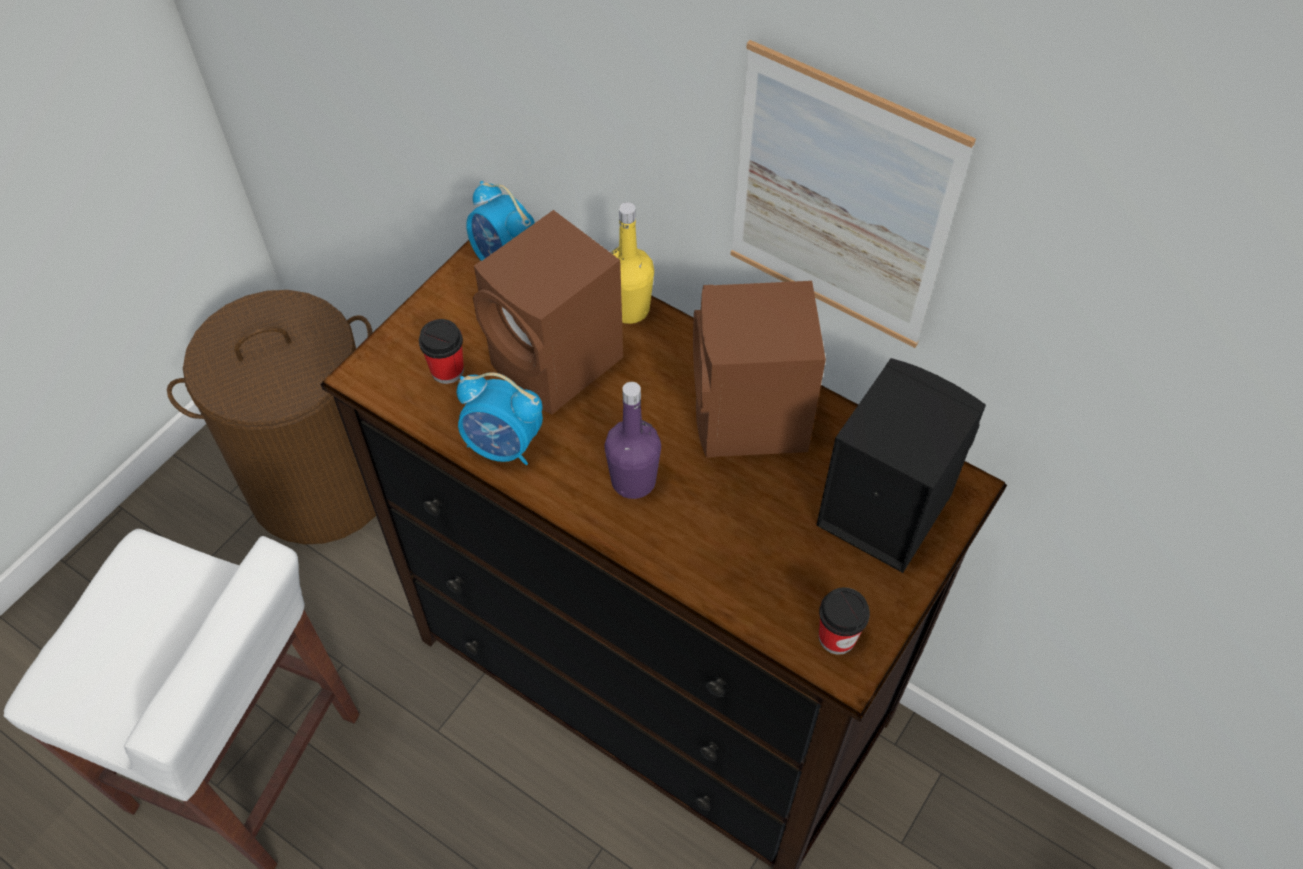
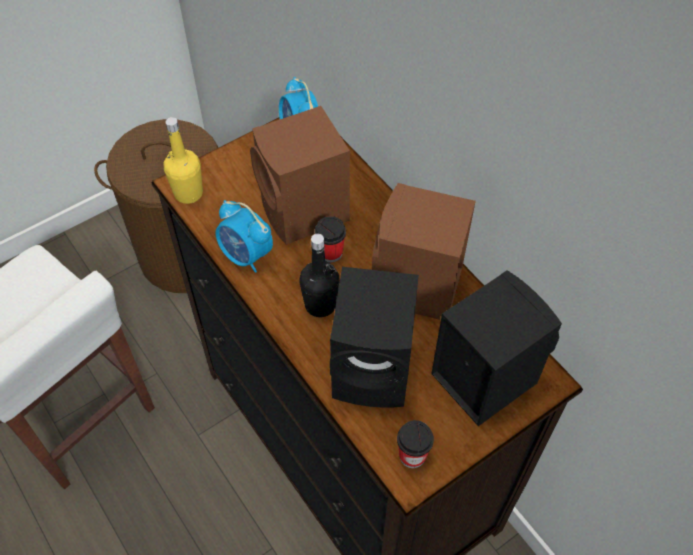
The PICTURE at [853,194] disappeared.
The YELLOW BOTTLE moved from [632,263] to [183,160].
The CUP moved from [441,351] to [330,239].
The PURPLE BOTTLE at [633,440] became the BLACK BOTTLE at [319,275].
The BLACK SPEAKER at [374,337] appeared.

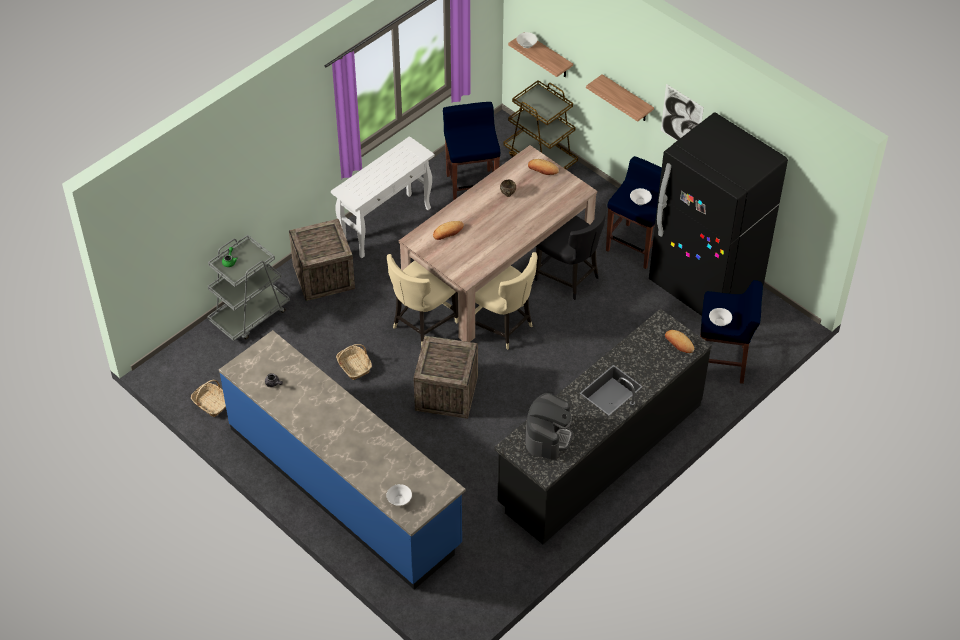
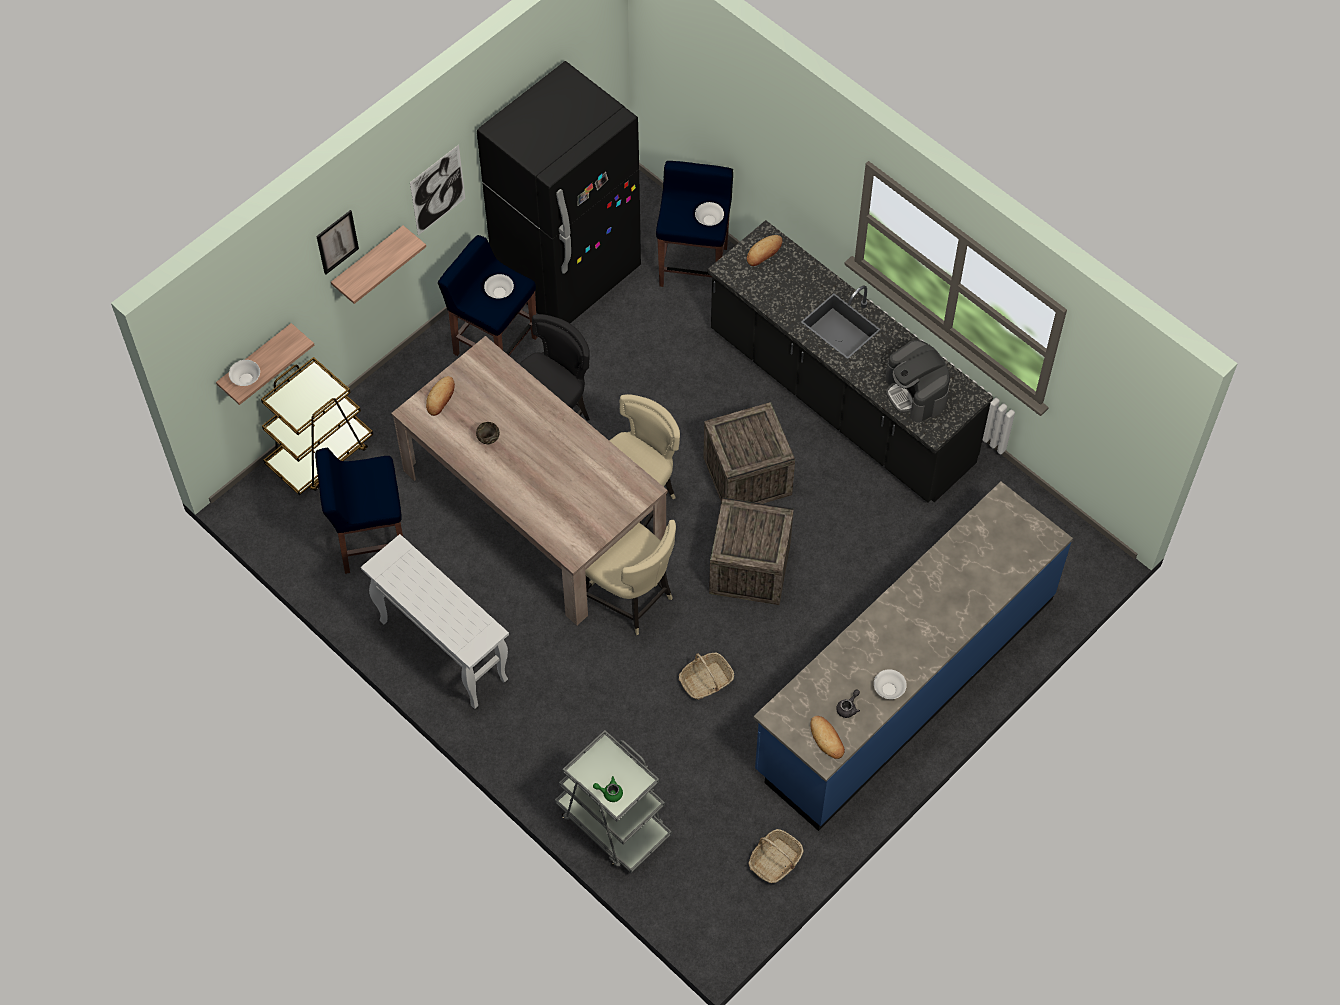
The CRATE moved from [322,260] to [749,453].
The BREAD moved from [448,230] to [827,737].
The COFFEE MACHINE at [549,426] turned 135 degrees counterclockwise.
The WHITE BOWL moved from [399,495] to [890,684].
The PICTURE at [337,242] appeared.

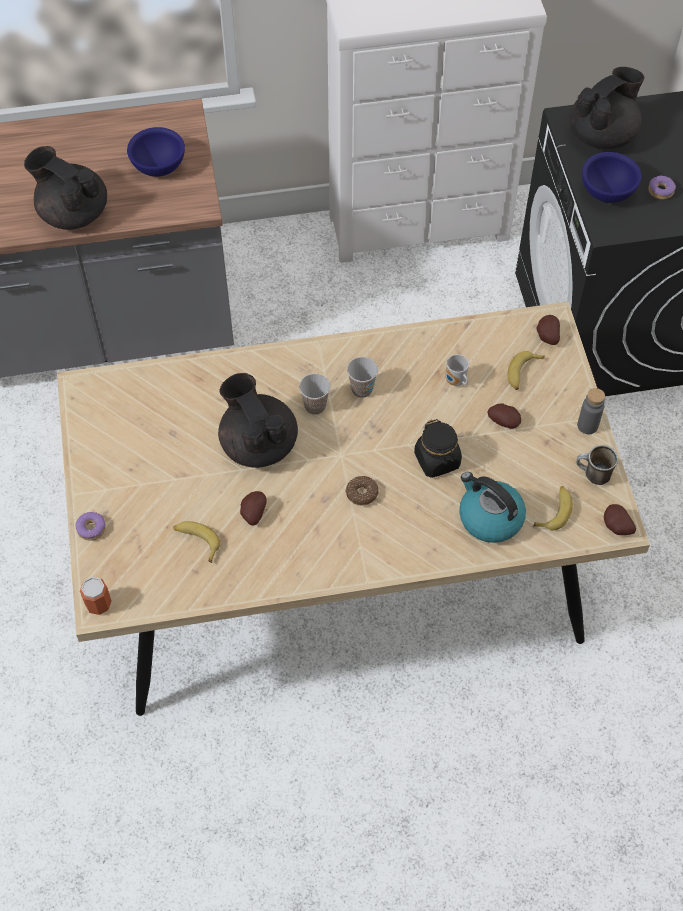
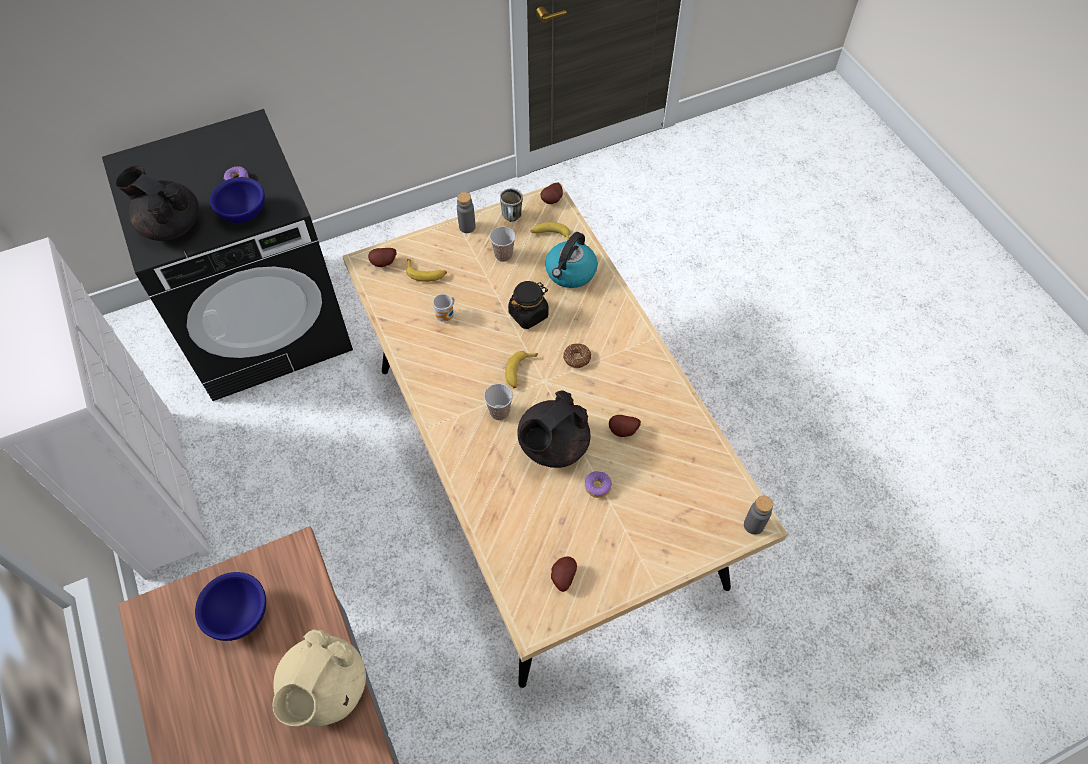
The BLACK TEAPOT at [65,188] became the BEIGE TEAPOT at [319,678].
The CUP moved from [362,377] to [502,244].
The POTATO moved from [504,416] to [564,574].
The DONUT moved from [90,526] to [598,484].
The BANANA moved from [196,542] to [521,369].
The CAN at [96,596] was replaced by the GREY BOTTLE at [758,515].

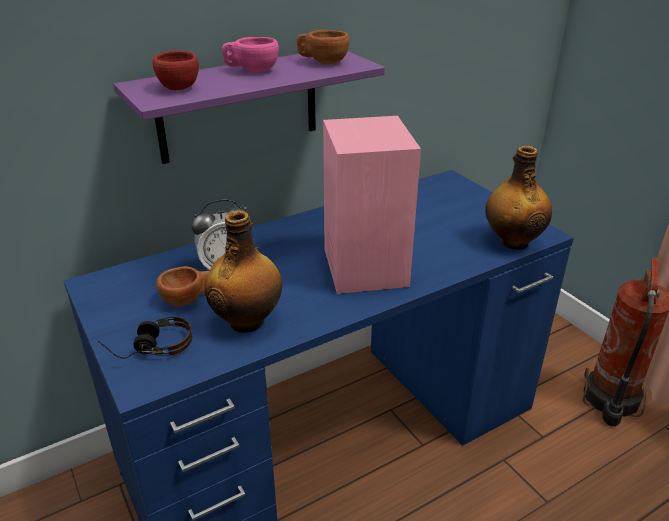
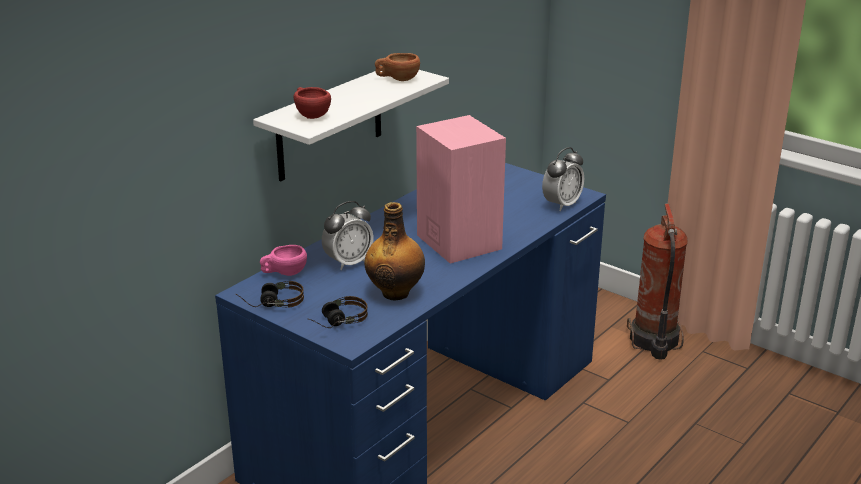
The PINK CUP moved from [250,55] to [283,260].
The PURPLE SHELF at [249,107] became the WHITE SHELF at [351,125].
The BOTTLE at [518,198] was replaced by the ALARM CLOCK at [563,179].
The BROWN CUP at [182,286] disappeared.
The HEADPHONES at [269,294] appeared.

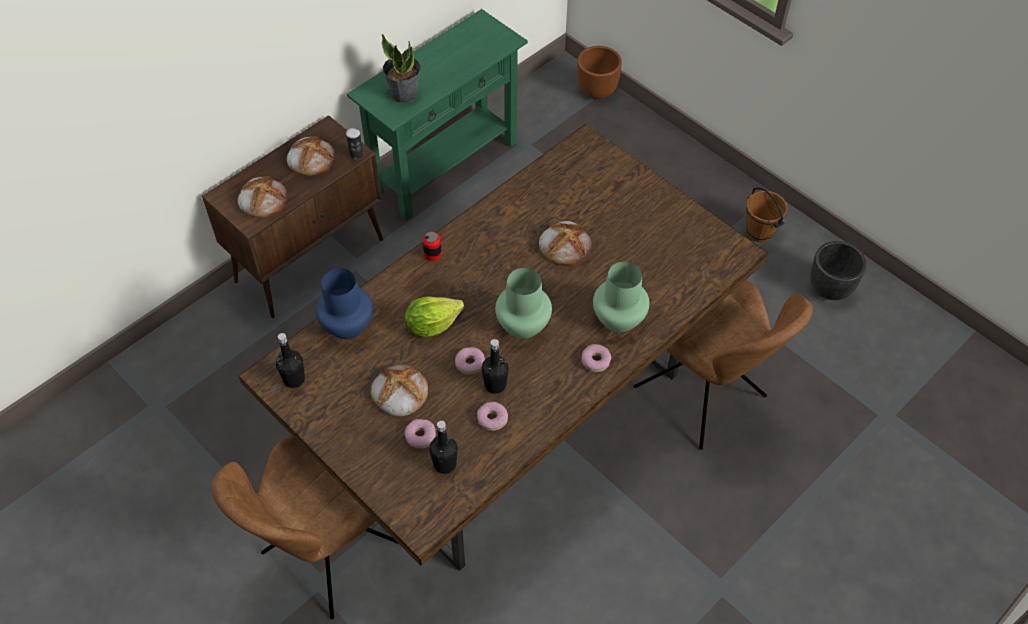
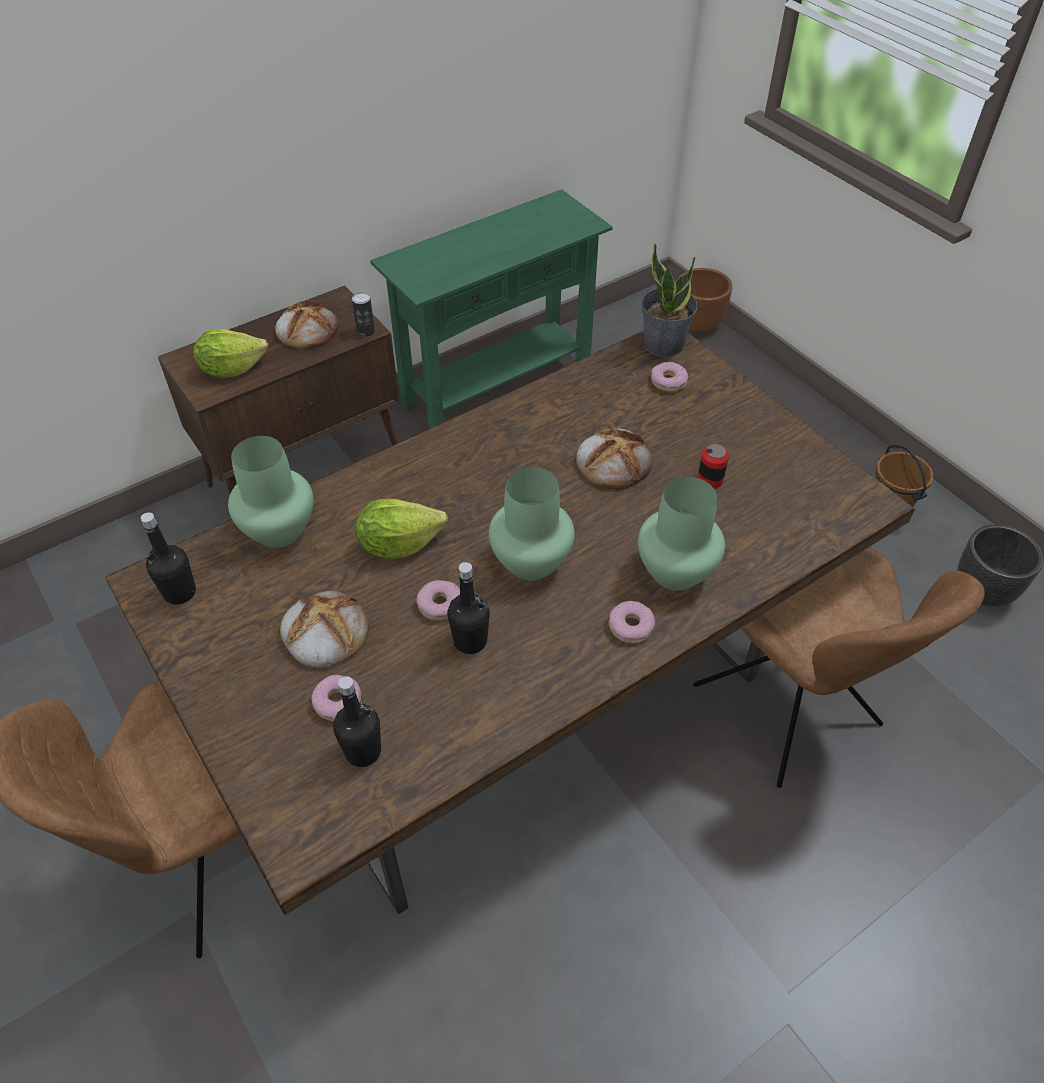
The POTTED PLANT moved from [401,68] to [669,300].
The BREAD at [262,197] was replaced by the LETTUCE at [230,353].
The CAN moved from [432,246] to [713,466].
The BLUE VASE at [344,303] became the GREEN VASE at [270,492].
The DONUT moved from [492,416] to [669,377].

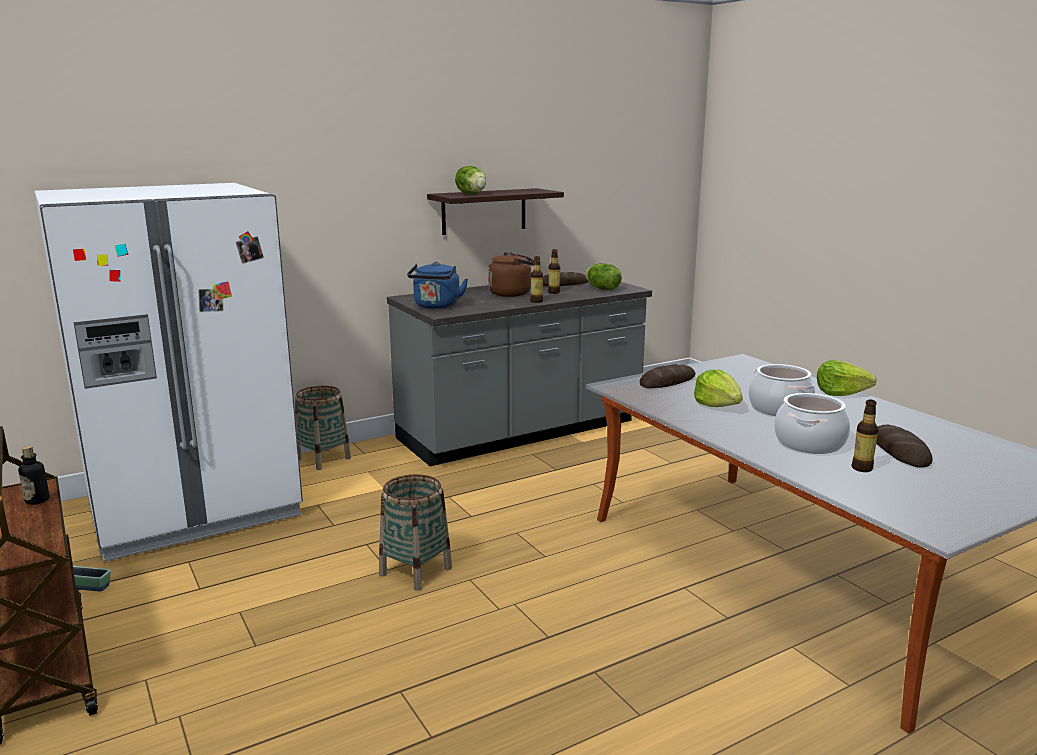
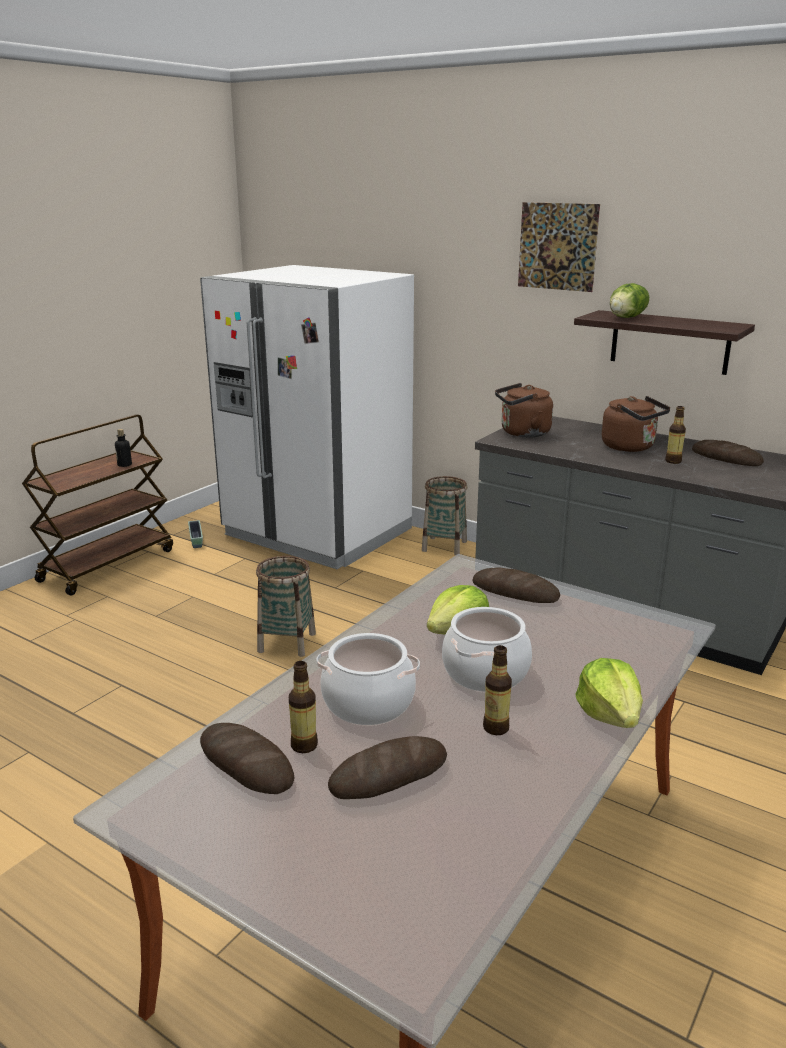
The BOTTLE moved from [536,279] to [497,690].
The BLUE KETTLE at [437,285] became the BROWN KETTLE at [524,410].
The LETTUCE at [603,276] disappeared.
The PICTURE at [559,247] appeared.
The BREAD at [247,758] appeared.

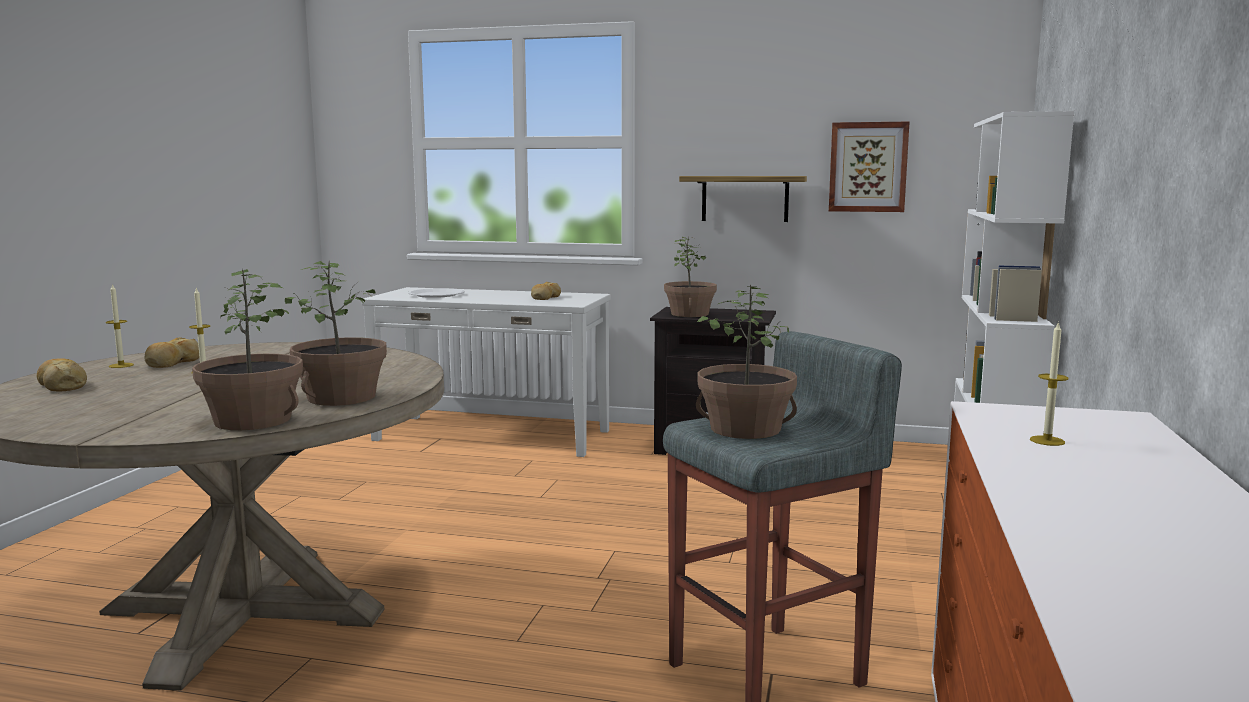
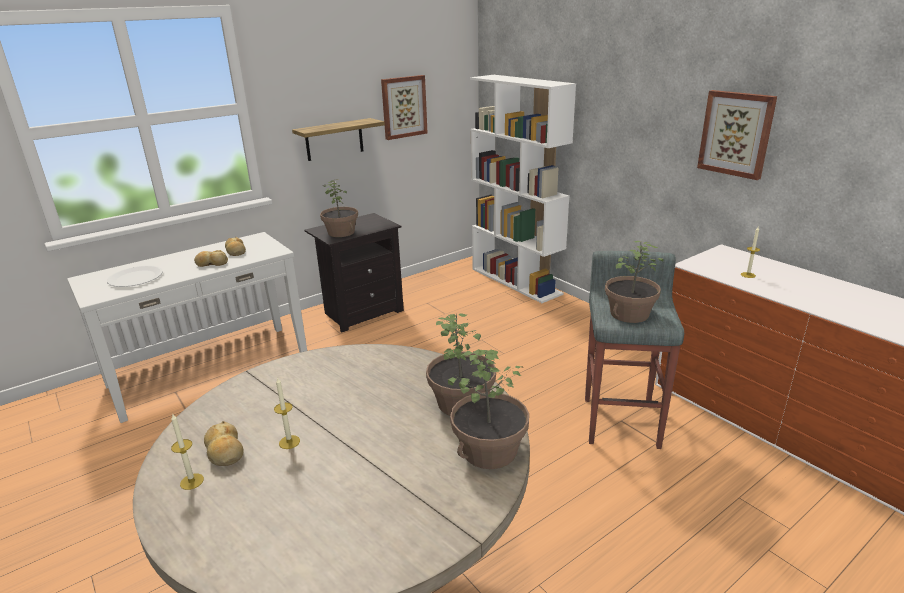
The BREAD moved from [62,375] to [211,258].
The PICTURE at [737,135] appeared.

